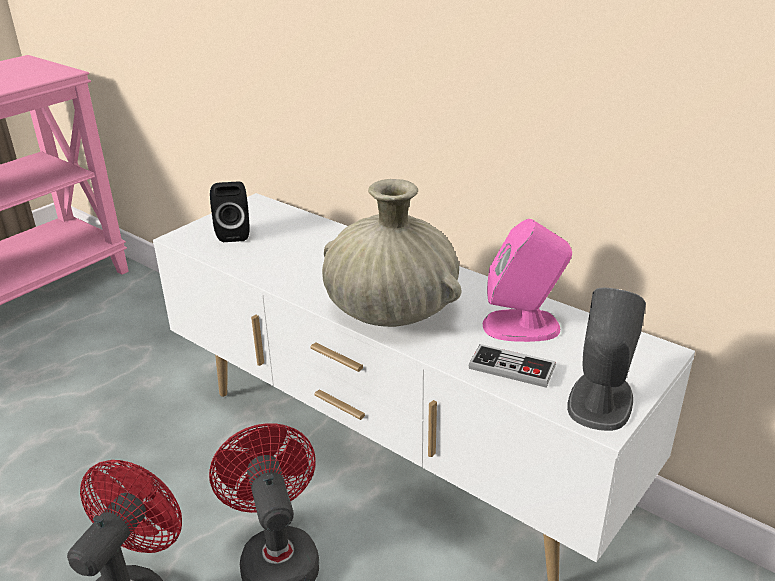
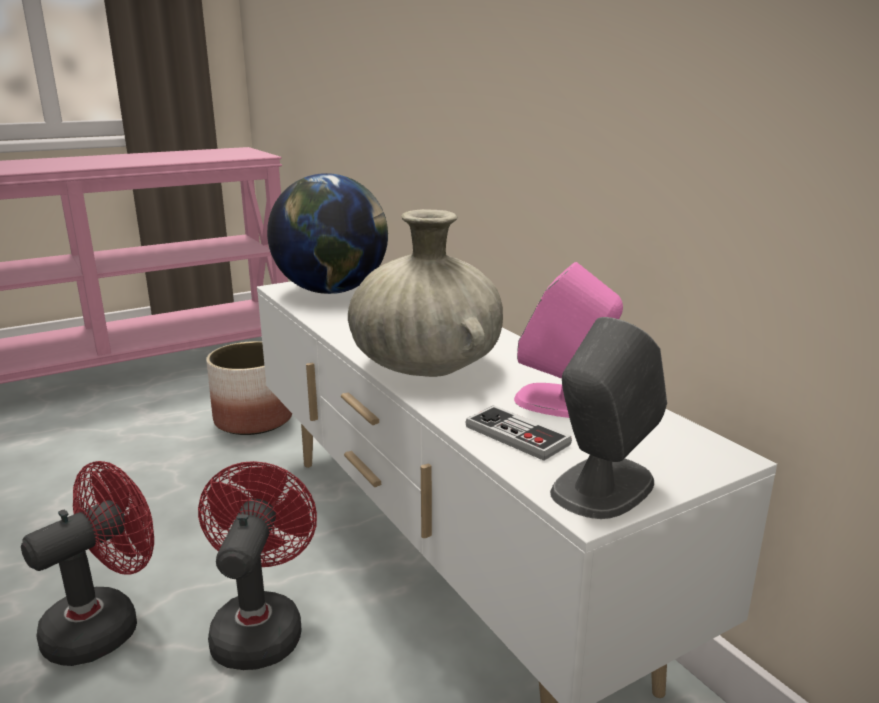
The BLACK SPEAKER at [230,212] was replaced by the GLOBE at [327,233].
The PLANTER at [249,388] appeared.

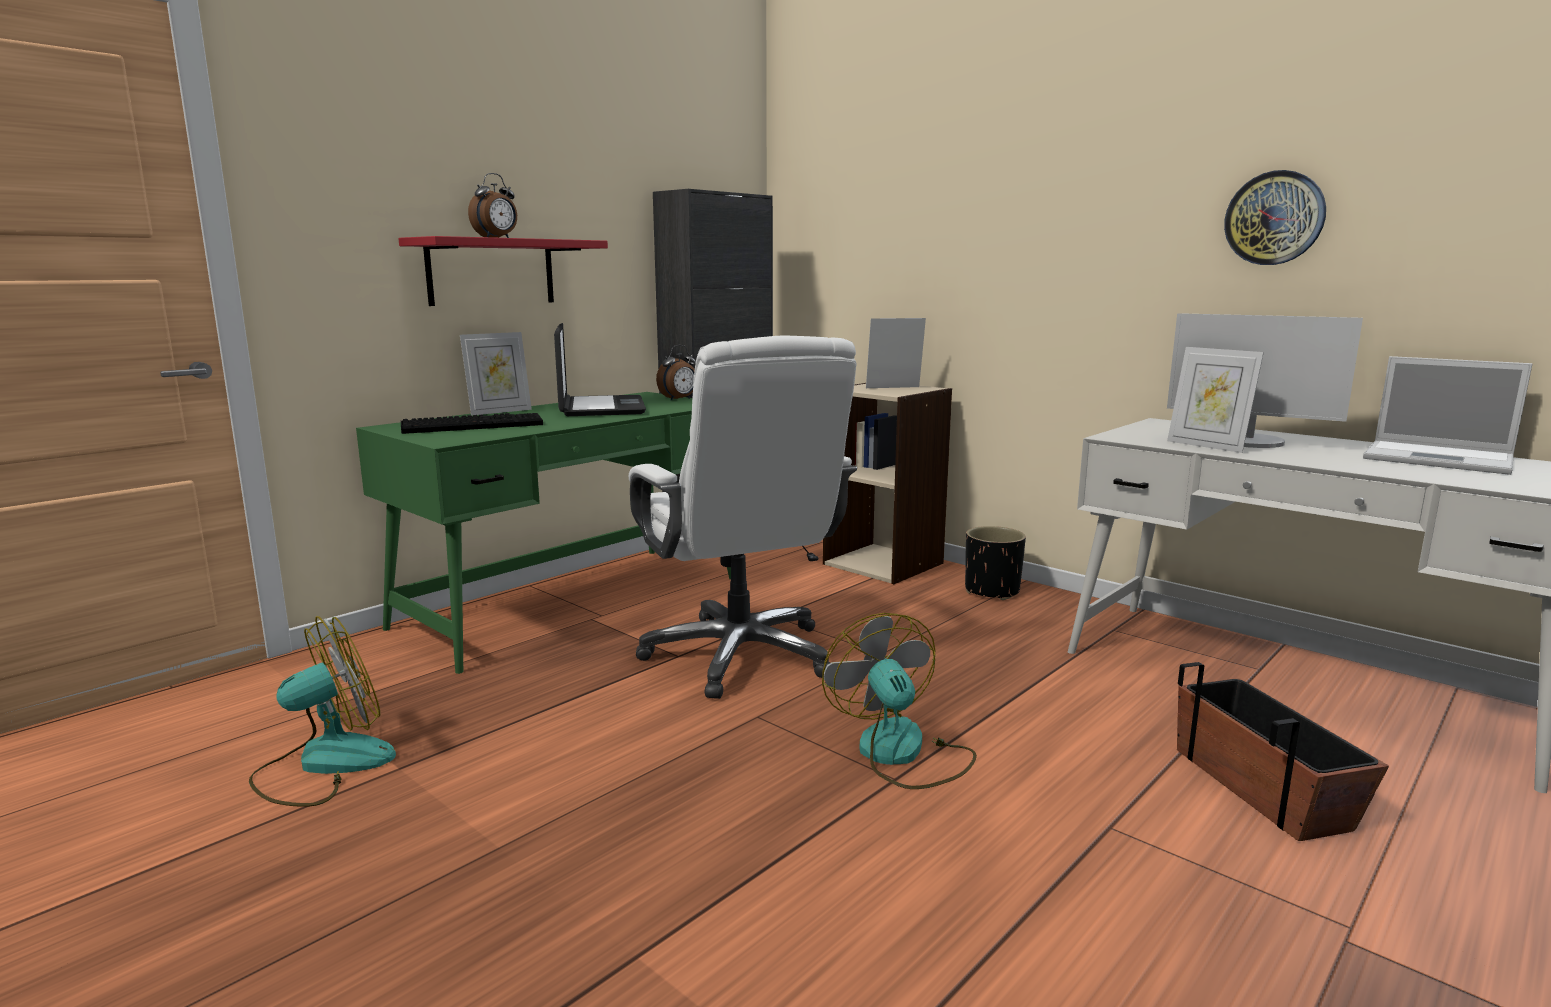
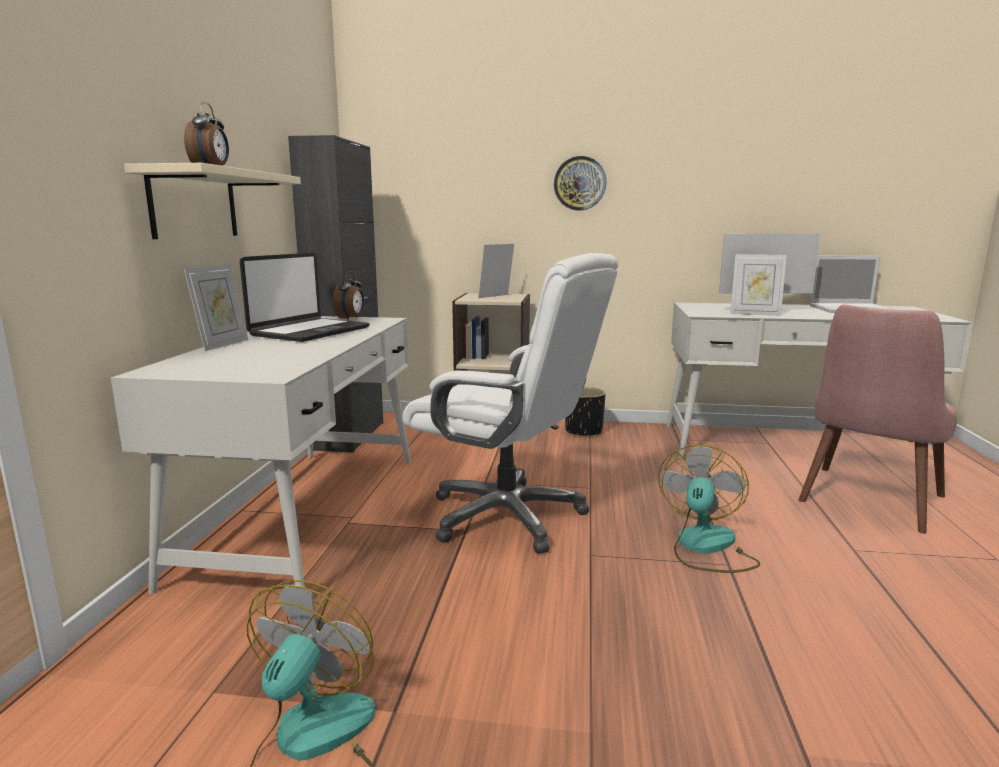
The WALL CLOCK moved from [1275,217] to [580,183].
The RED SHELF at [503,271] became the BEIGE SHELF at [212,201].
The LAPTOP at [600,369] turned 75 degrees clockwise.
The GREEN DESK at [543,533] became the WHITE DESK at [261,455].
The KEYBOARD at [472,423] disappeared.
The FAN at [899,701] turned 75 degrees clockwise.
The PLANTER at [1283,751] was replaced by the PINK CHAIR at [878,419].

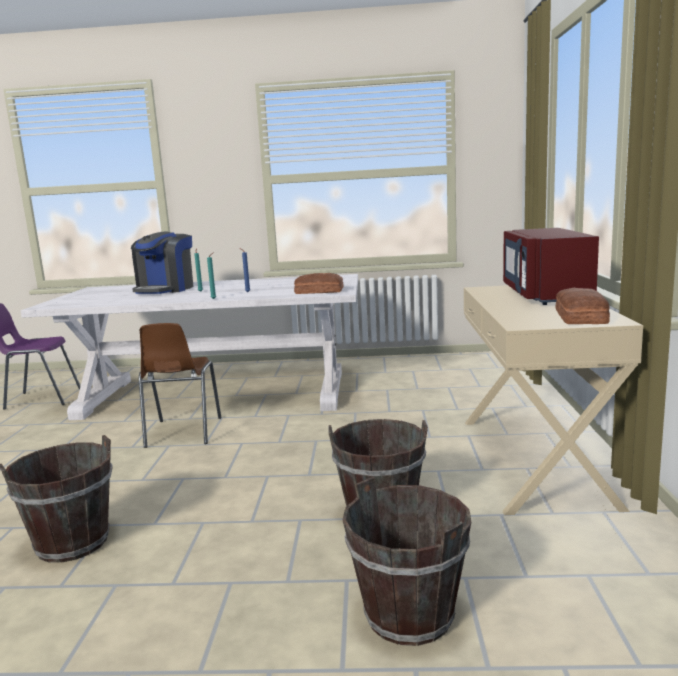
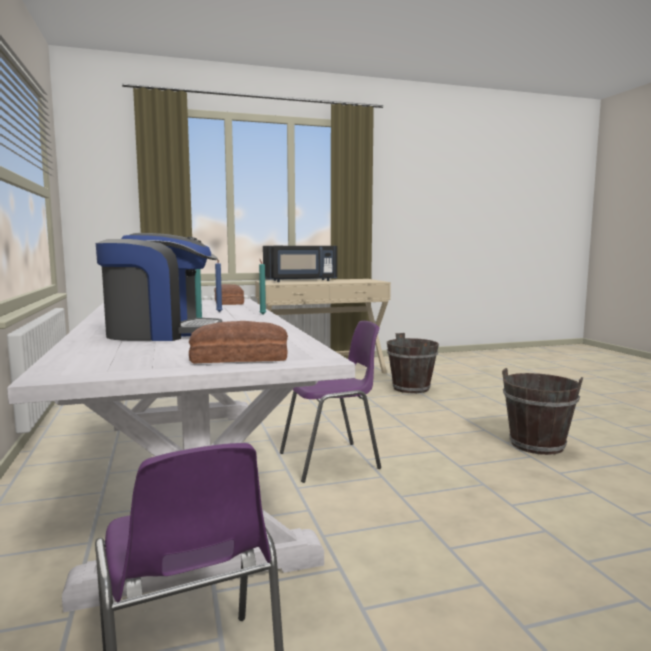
The RED MICROWAVE at [551,266] became the BLACK MICROWAVE at [300,264].
The BREAD moved from [583,306] to [238,342].
The BROWN CHAIR at [180,385] became the PURPLE CHAIR at [330,402].
The BROWN BUCKET at [406,561] disappeared.

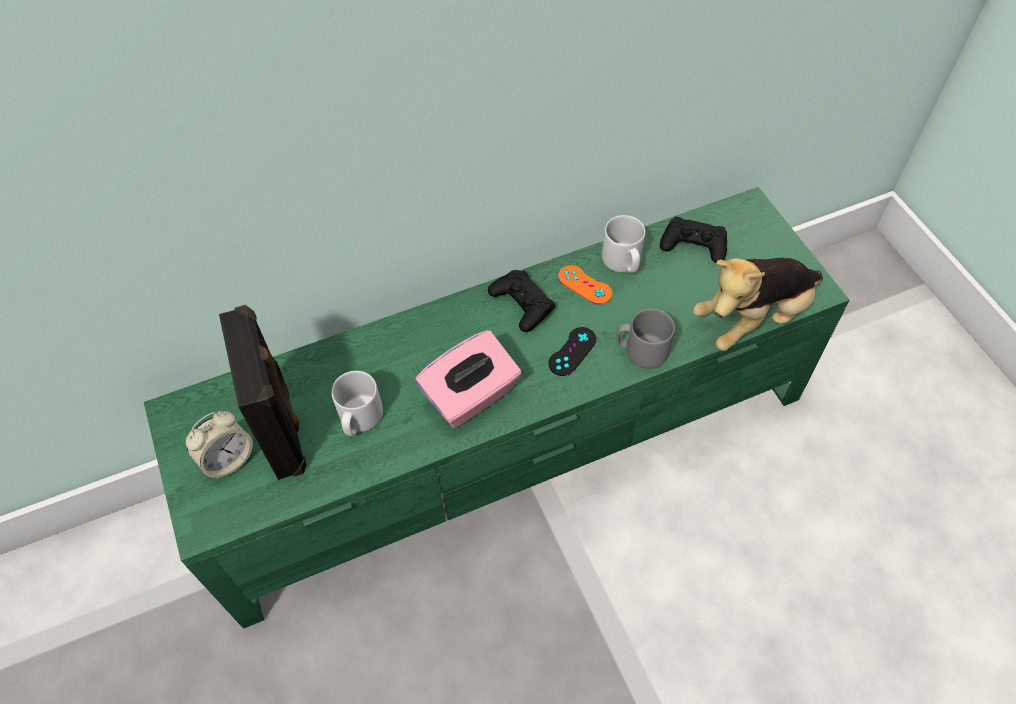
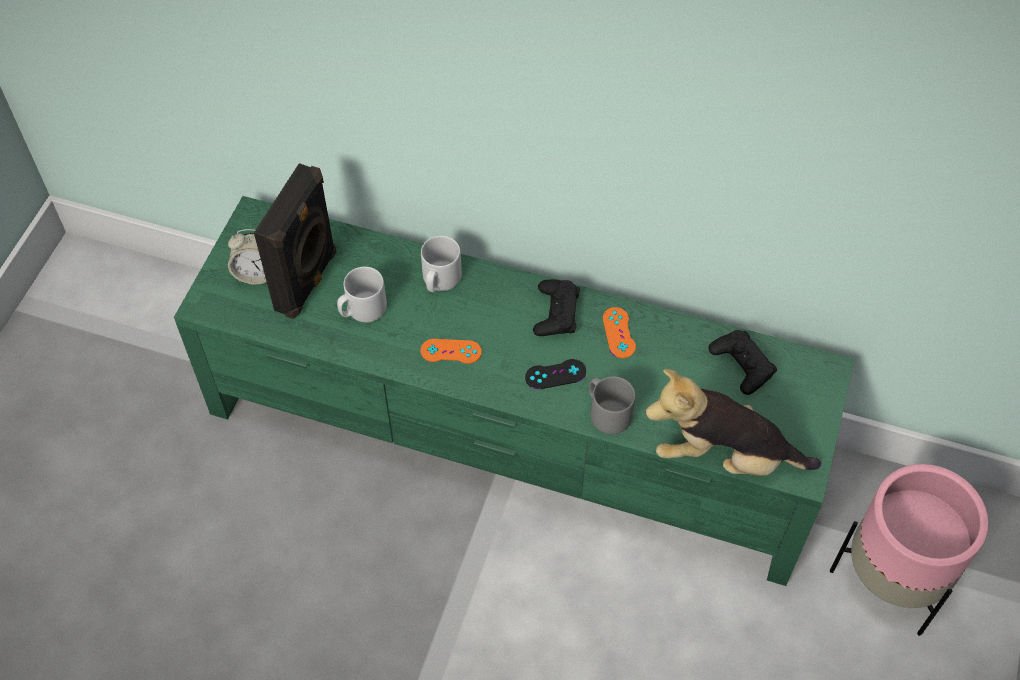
The GREY MUG moved from [623,244] to [441,264].
The PINK TISSUE BOX at [468,379] was replaced by the ORANGE GAME CONTROLLER at [451,351].
The PINK PLANTER at [909,550] appeared.

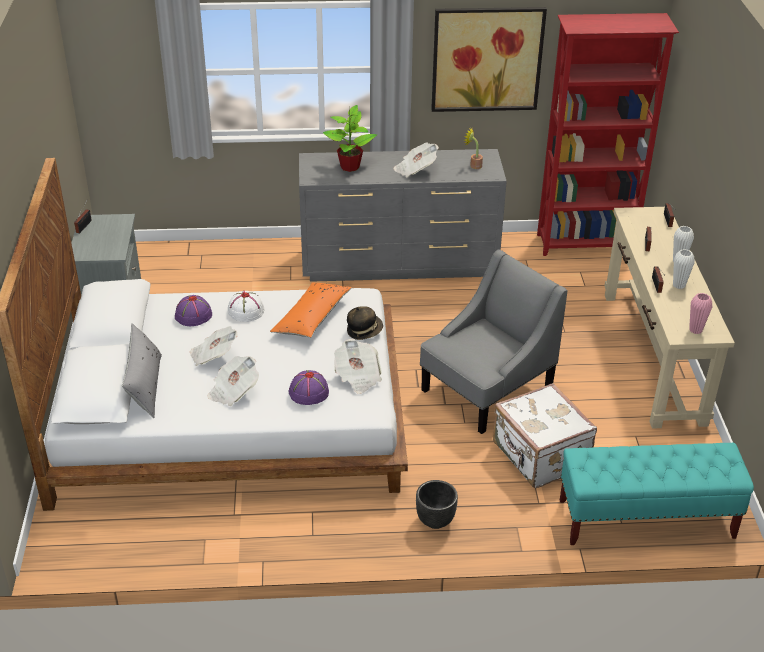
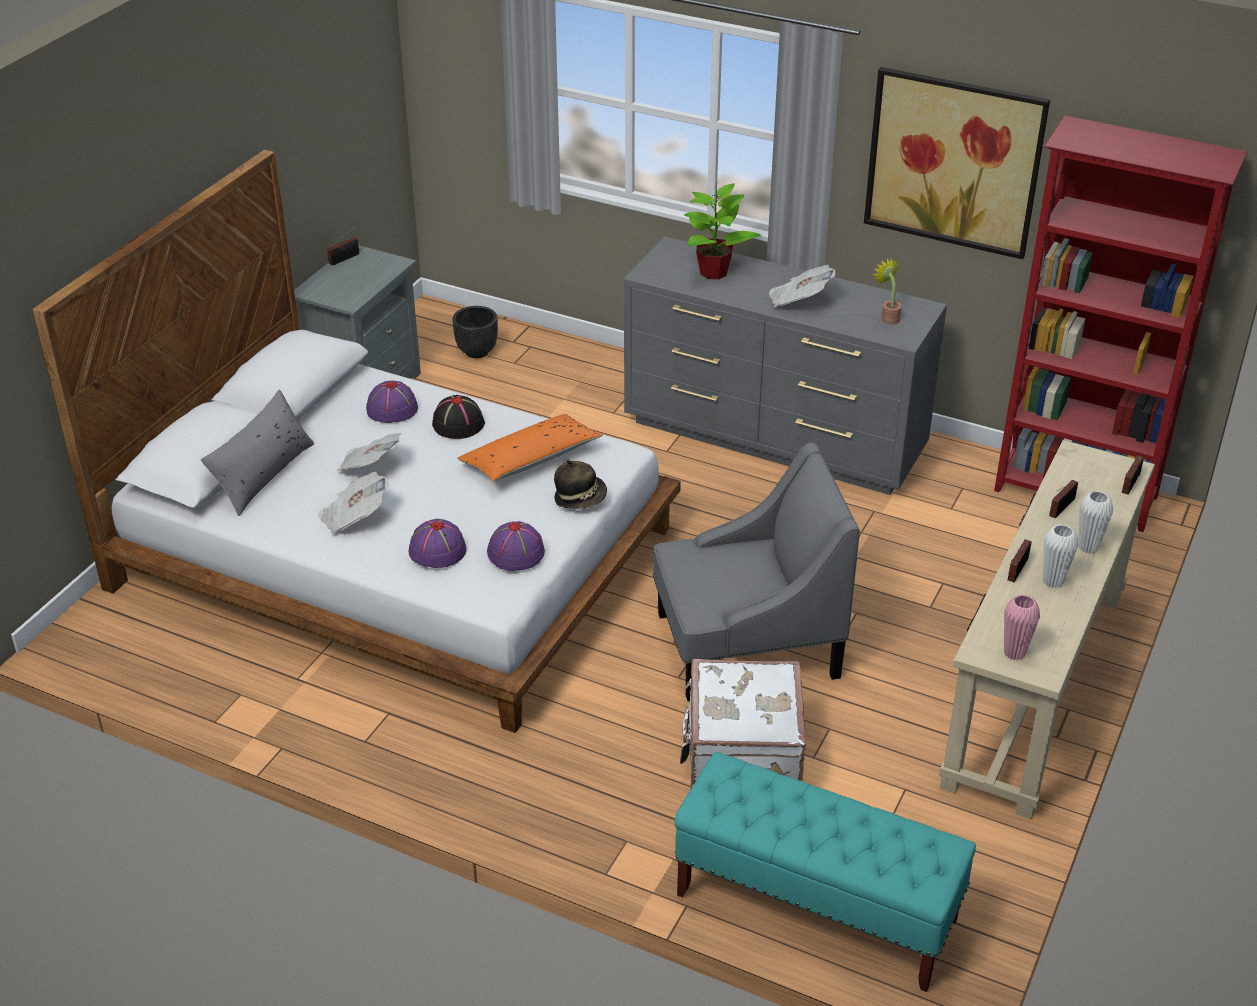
The WHITE HAT at [245,306] became the BLACK HAT at [458,417].
The NEWSPAPER at [358,366] was replaced by the PURPLE HAT at [516,546].
The BLACK PLANTER moved from [437,504] to [475,332].

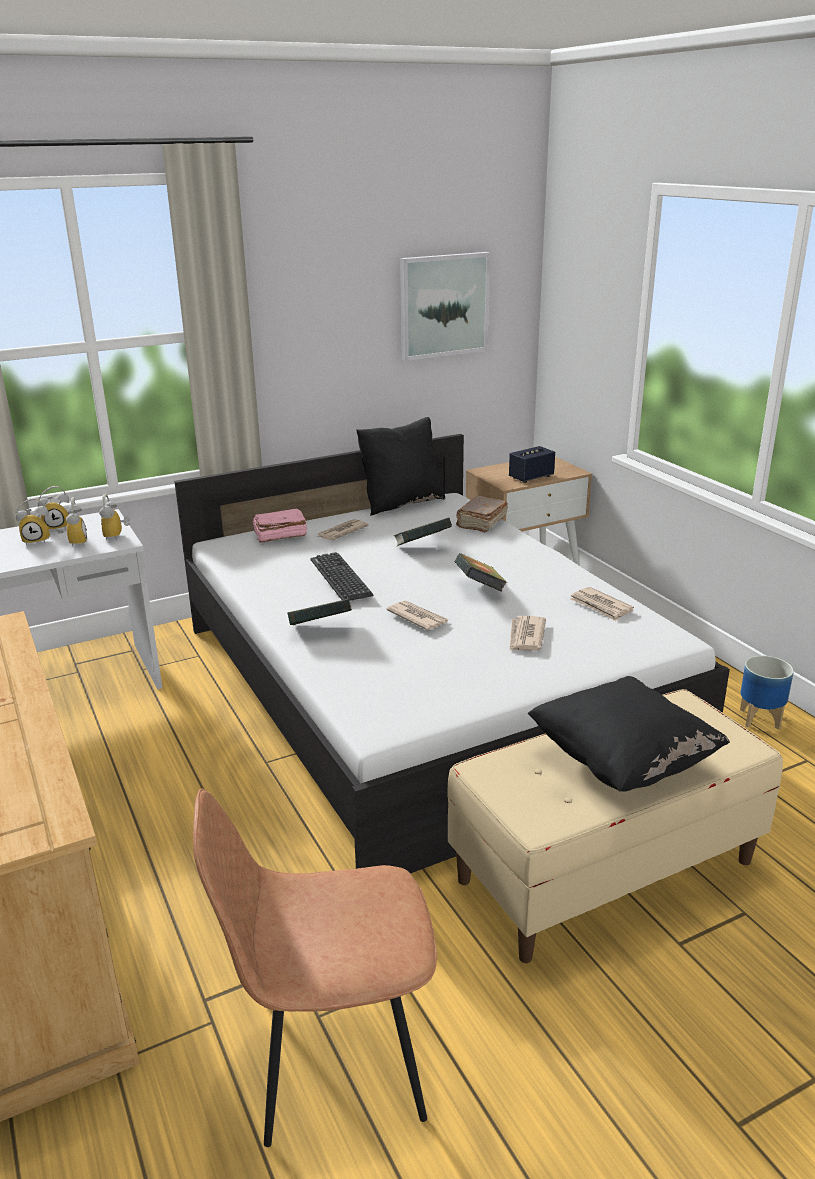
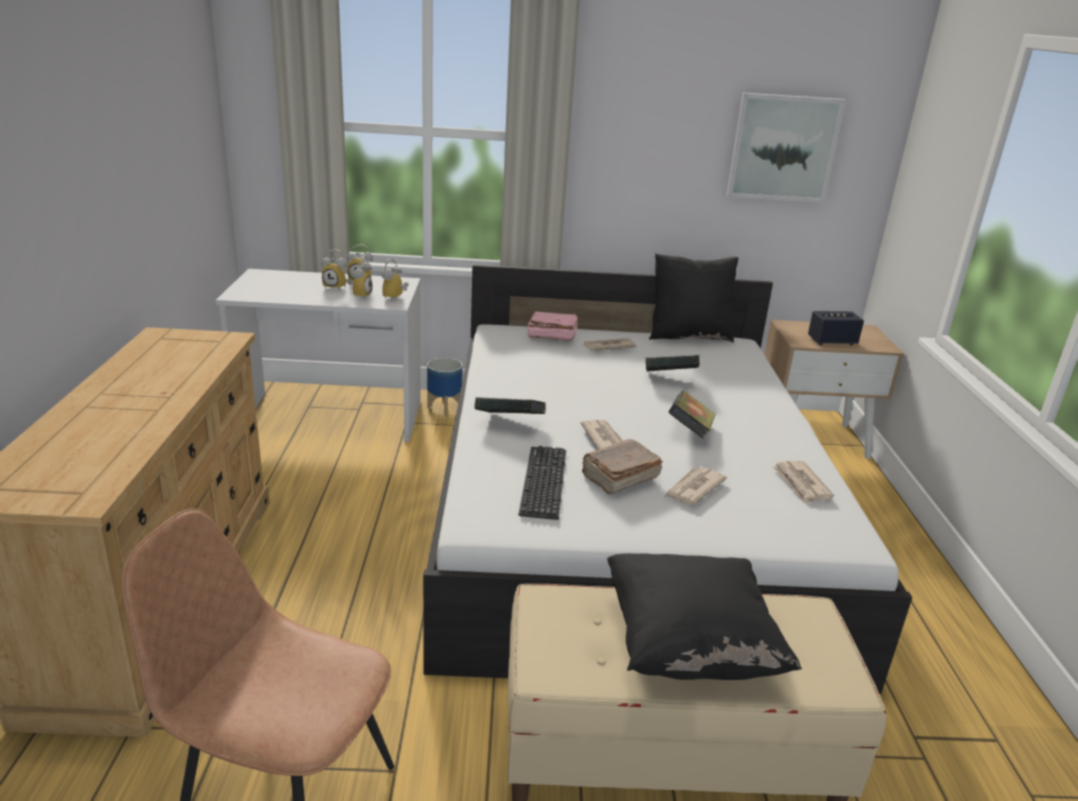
The BROWN BOOK moved from [482,514] to [622,467].
The KEYBOARD moved from [341,576] to [542,483].
The PLANTER moved from [767,693] to [445,386].

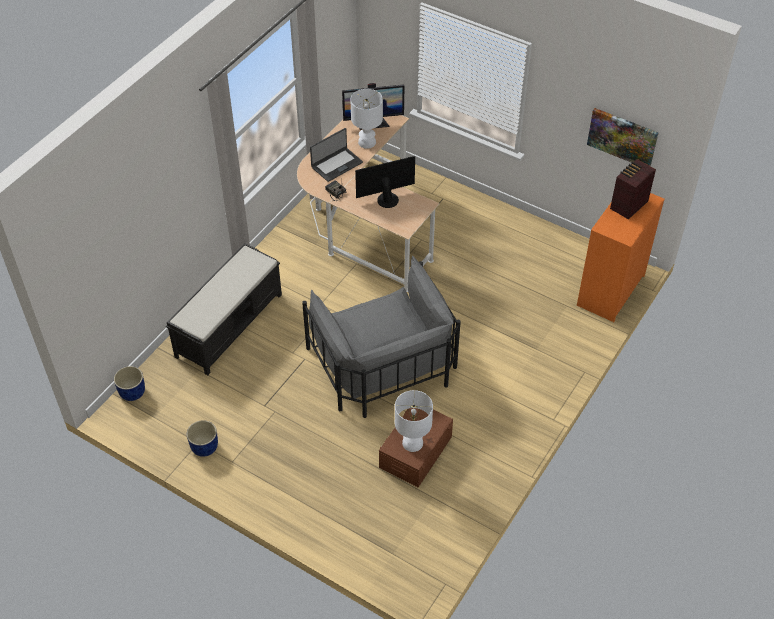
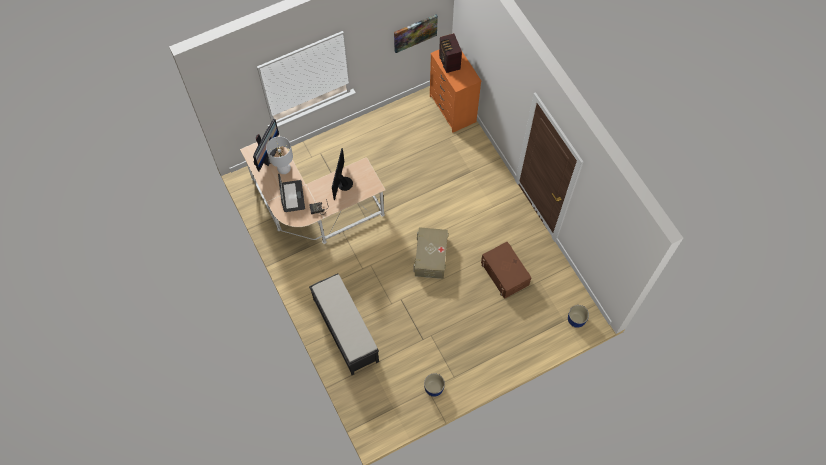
The GREY ARMCHAIR at [381,337] was replaced by the BEIGE STORAGE BOX at [431,253].
The BLUE PLANTER moved from [129,383] to [578,316].
The WHITE TABLE LAMP at [414,421] disappeared.

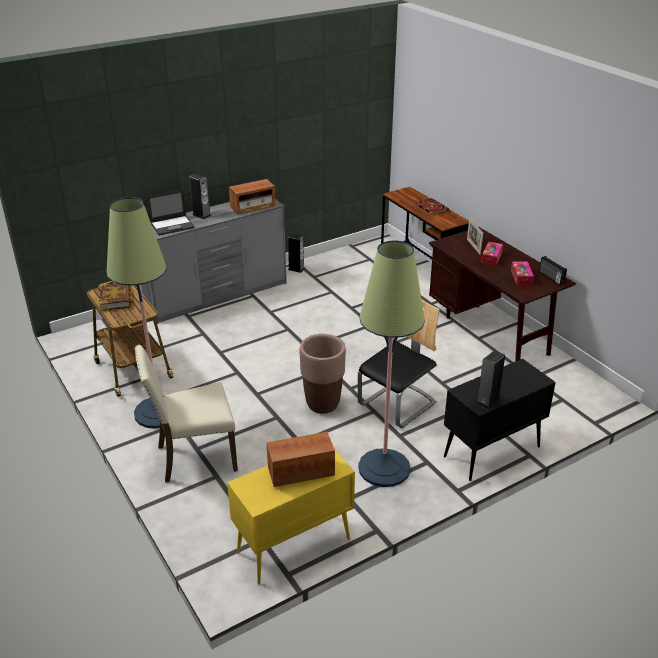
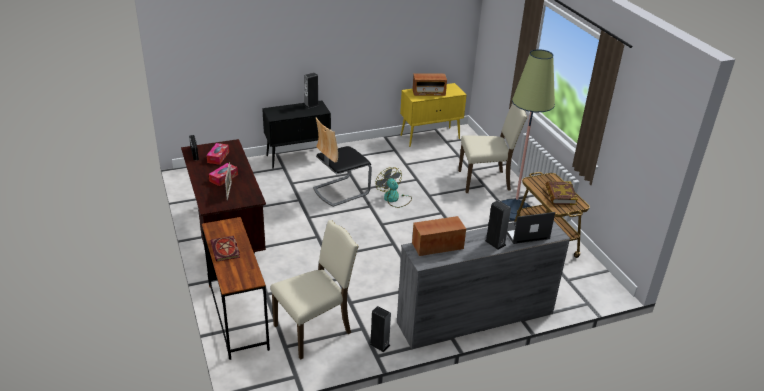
The FLOOR LAMP at [391,363] disappeared.
The BROWN PLANTER at [323,373] was replaced by the FAN at [394,187].
The BEIGE CHAIR at [314,290] appeared.

